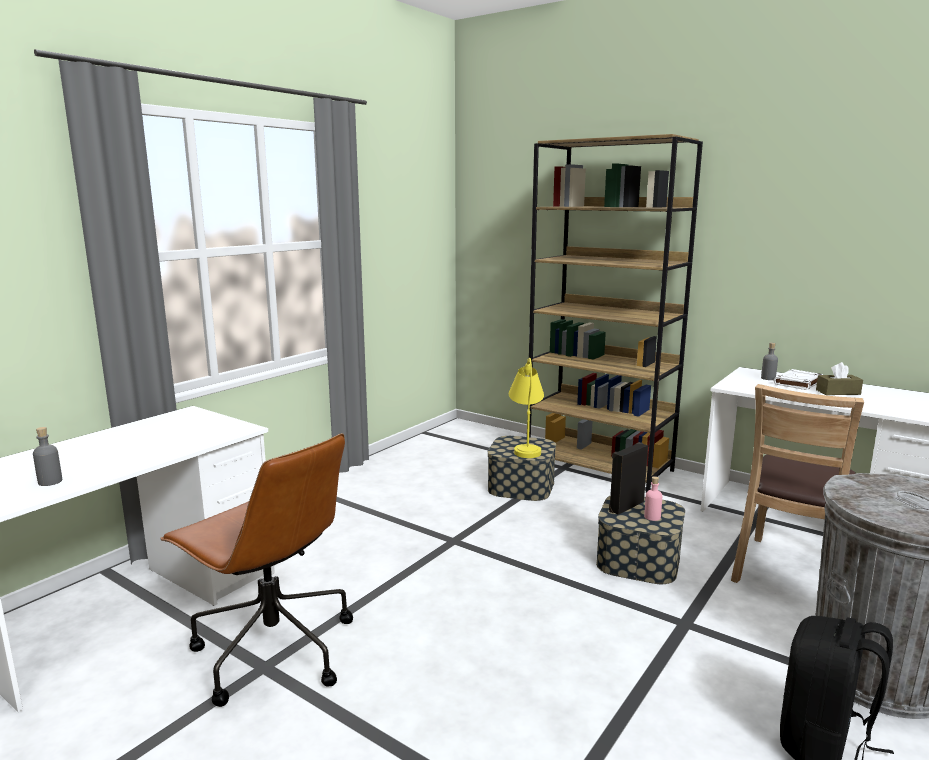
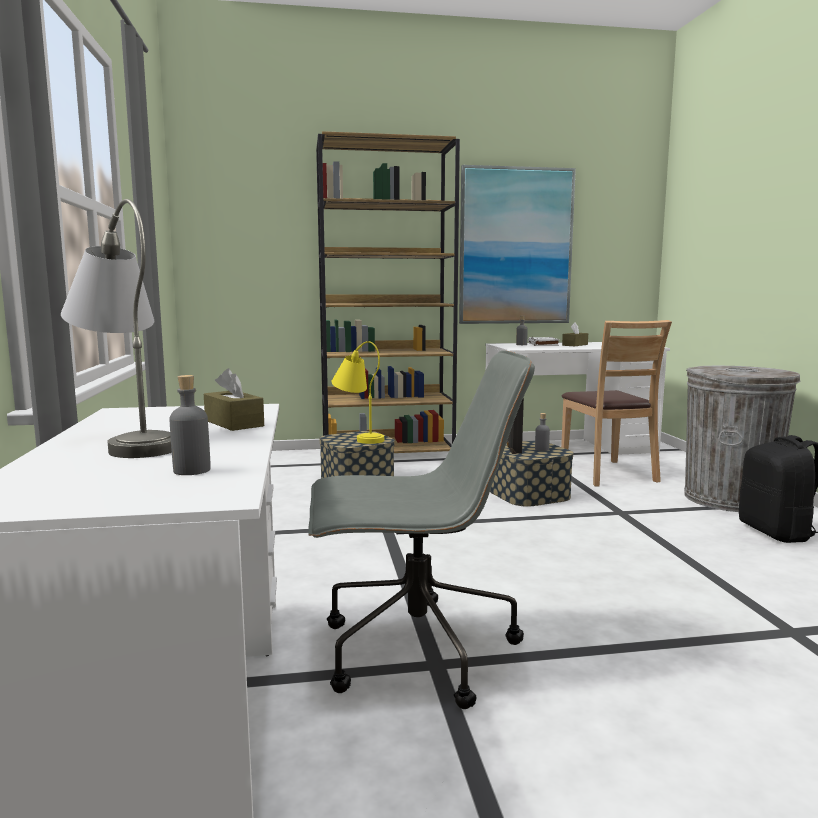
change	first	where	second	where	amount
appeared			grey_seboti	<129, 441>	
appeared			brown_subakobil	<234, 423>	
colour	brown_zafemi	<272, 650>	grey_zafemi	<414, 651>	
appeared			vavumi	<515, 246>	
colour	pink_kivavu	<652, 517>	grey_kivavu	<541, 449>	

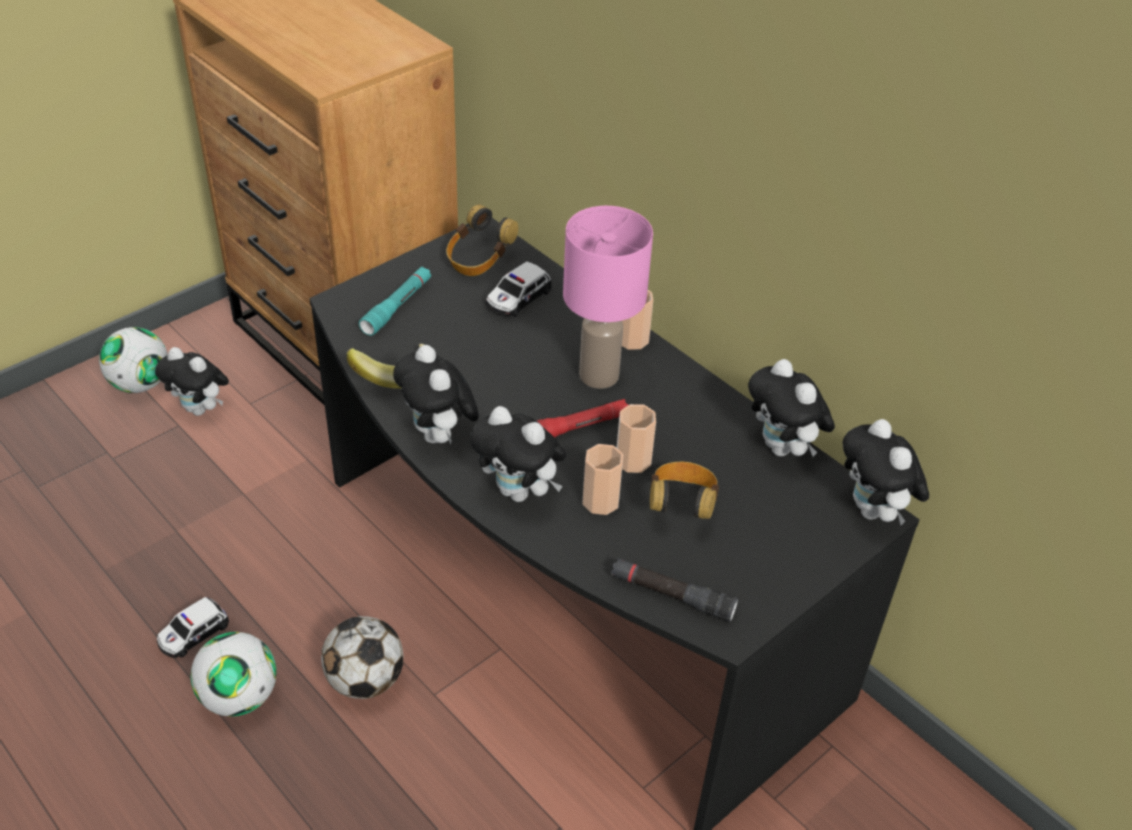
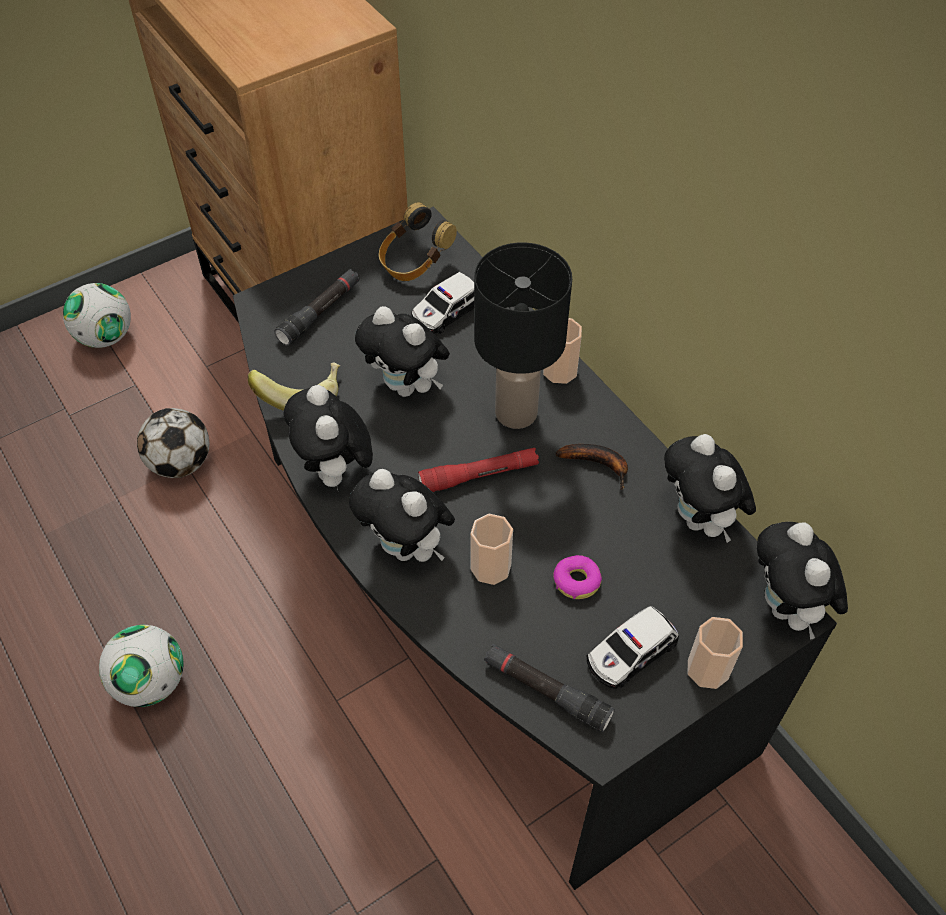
change	first	where	second	where	amount
relocated	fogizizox	<365, 680>		<181, 463>	
colour	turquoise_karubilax	<397, 307>	black_karubilax	<320, 312>	
relocated	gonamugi	<200, 409>		<407, 387>	
colour	pink_seboti	<597, 375>	black_seboti	<514, 412>	
exchanged	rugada	<681, 505>	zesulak	<576, 581>	
appeared			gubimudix	<599, 464>	
relocated	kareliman	<193, 633>		<630, 652>	
relocated	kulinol	<633, 460>		<708, 669>	

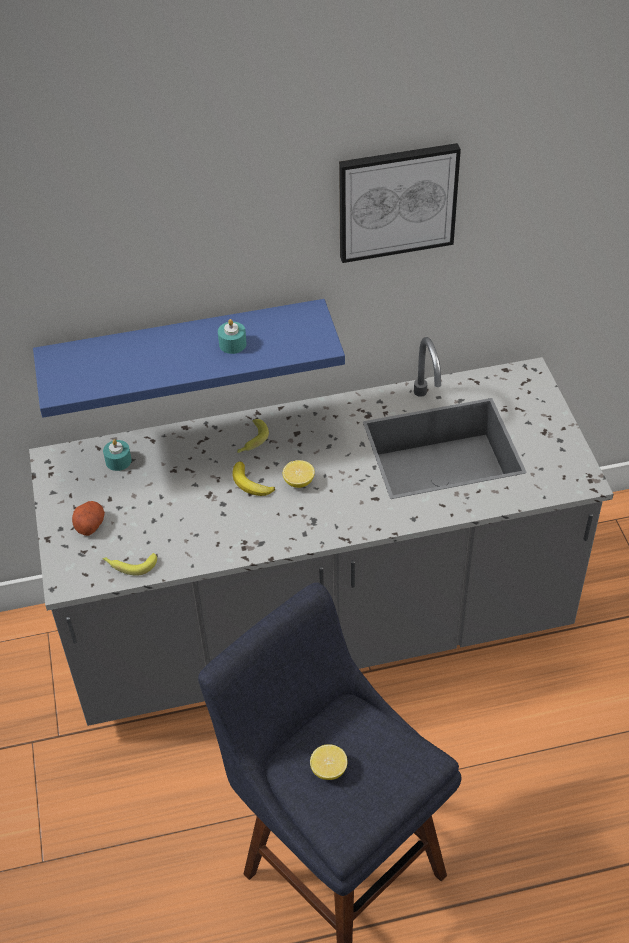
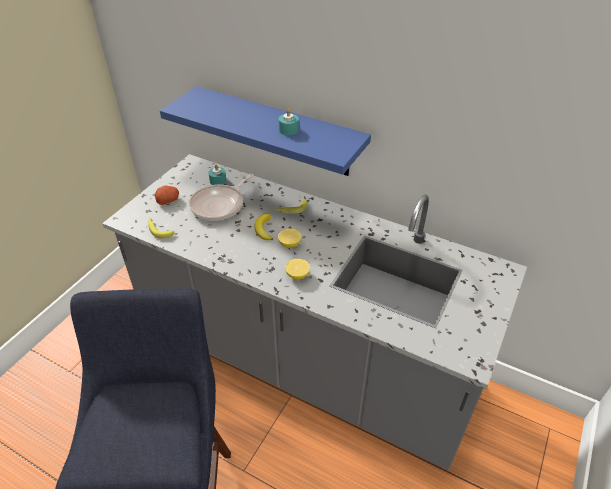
change	first	where	second	where	amount
appeared			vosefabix	<219, 205>	
relocated	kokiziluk	<329, 769>		<297, 275>	
missing	vavumi	<397, 201>			

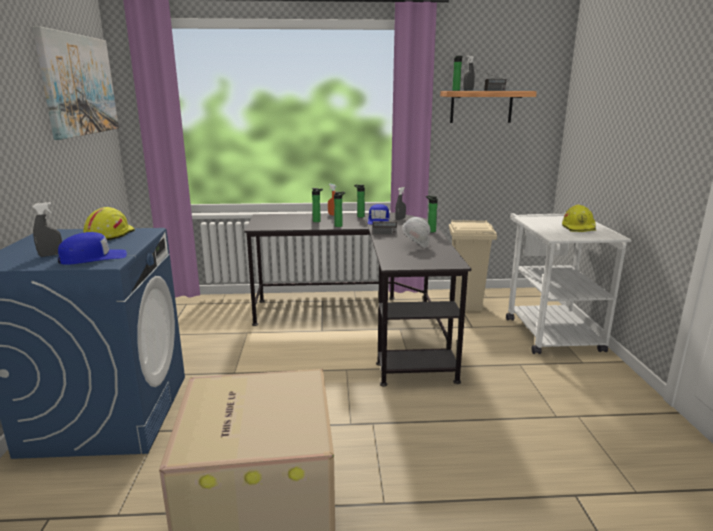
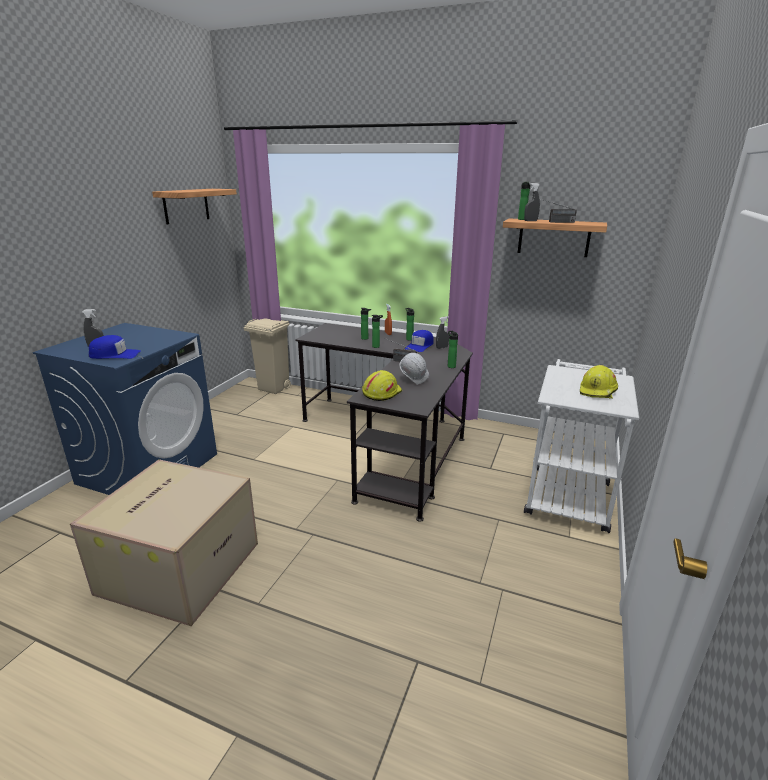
change	first	where	second	where	amount
exchanged	vavumi	<79, 85>	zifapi	<186, 205>	
relocated	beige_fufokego	<466, 306>		<274, 388>	
relocated	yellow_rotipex	<109, 234>		<381, 393>	

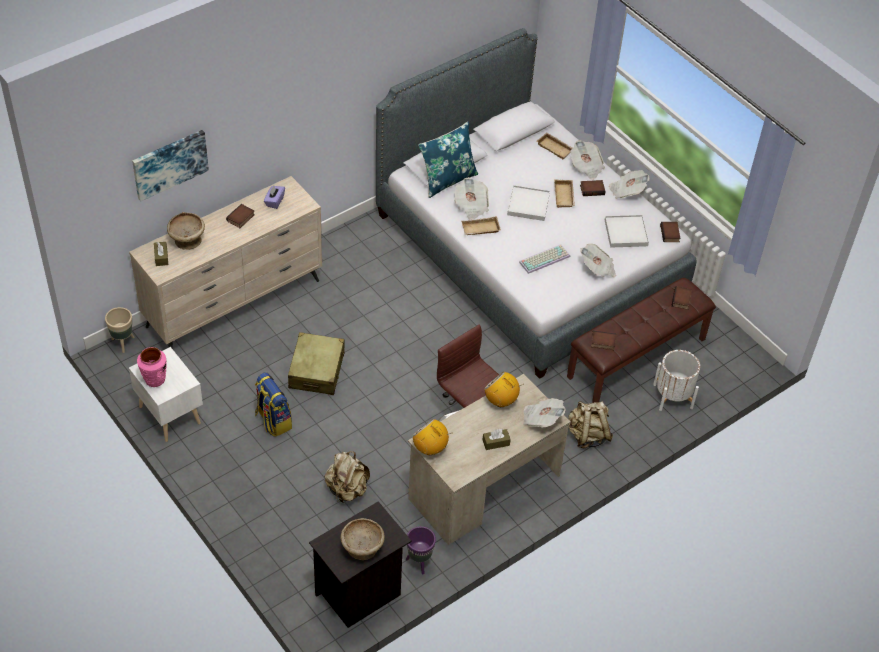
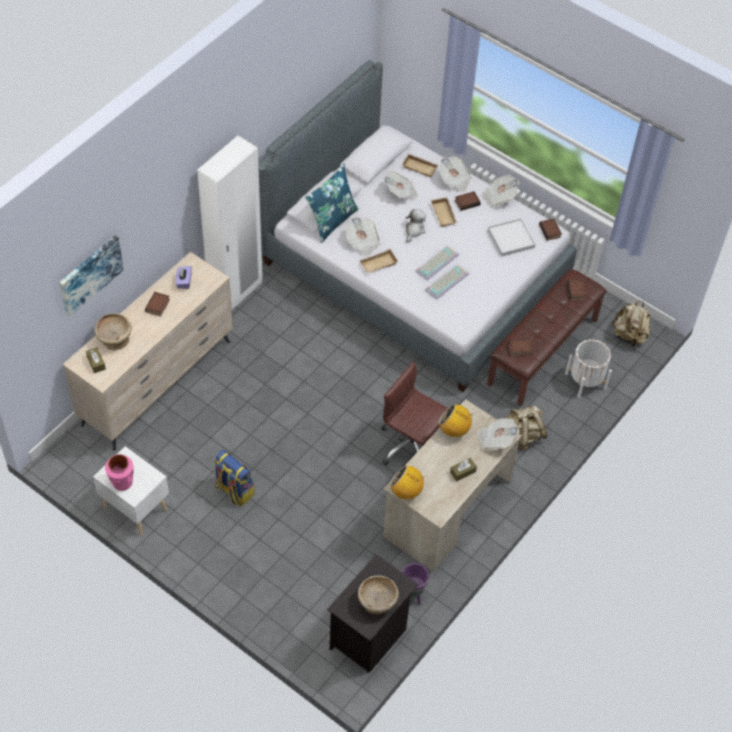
change	first	where	second	where	amount
appeared			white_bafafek	<236, 294>	
relocated	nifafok	<597, 268>		<400, 192>	
exchanged	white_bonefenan	<528, 205>	gonamugi	<414, 230>	
appeared			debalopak	<436, 262>	
relocated	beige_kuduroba	<347, 490>		<629, 336>	
missing	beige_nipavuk	<122, 343>			
missing	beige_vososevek	<317, 370>			

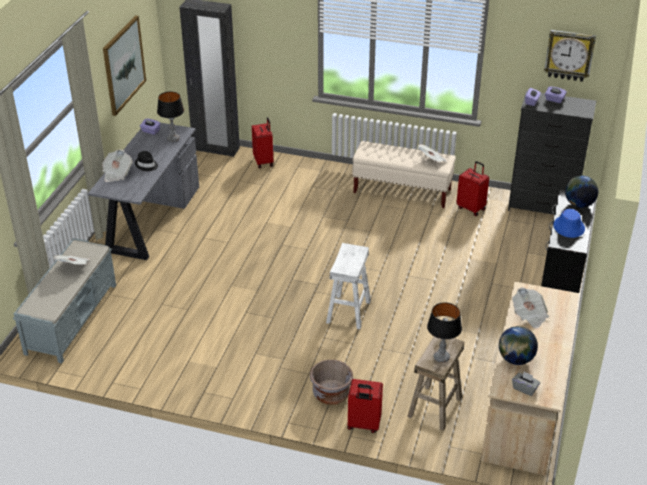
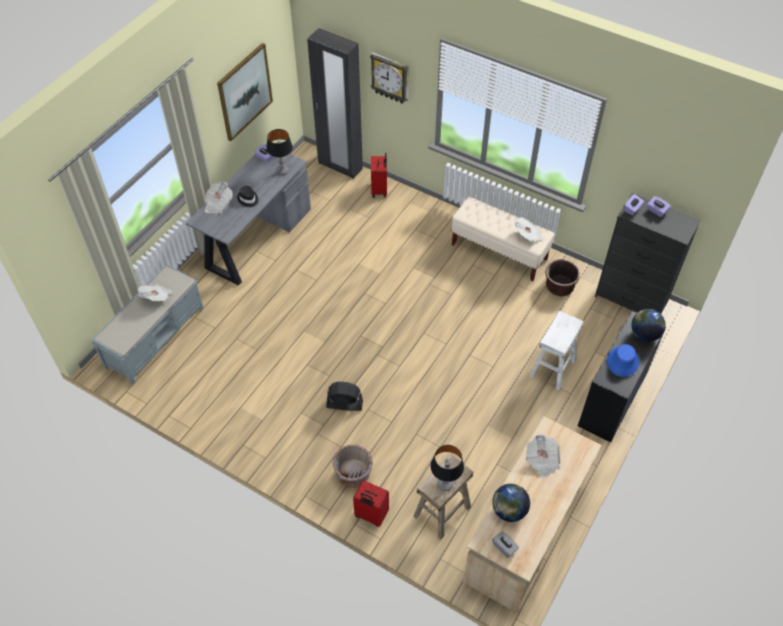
change	first	where	second	where	amount
appeared			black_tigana	<344, 404>	
relocated	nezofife	<569, 55>		<390, 78>	
relocated	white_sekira	<348, 311>		<552, 368>	
exchanged	red_vososevek	<471, 208>	brown_nipavuk	<559, 286>	

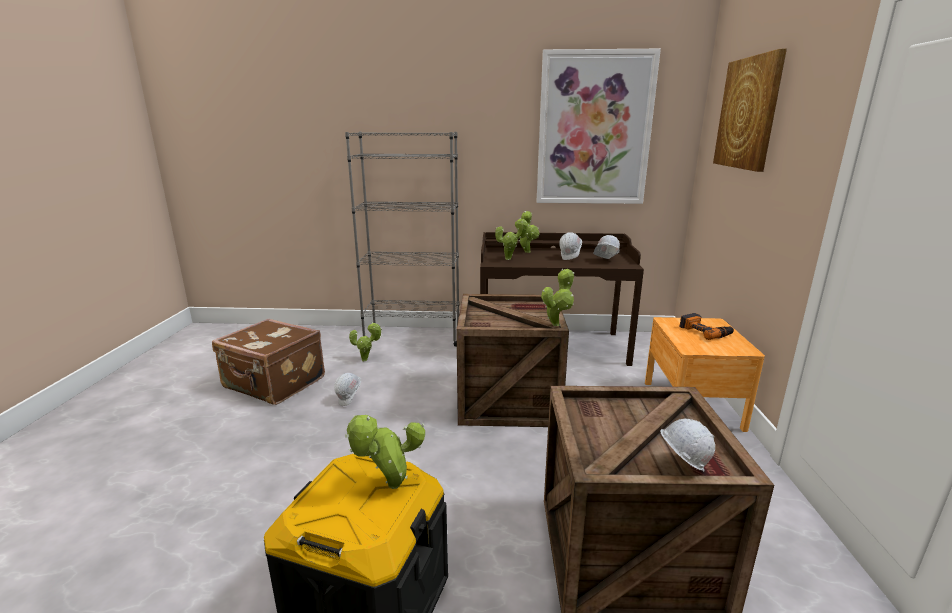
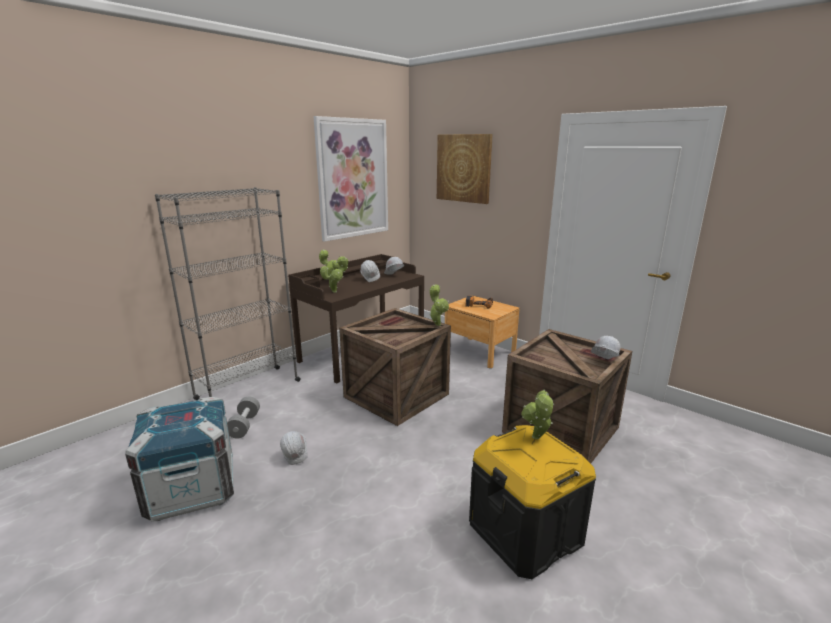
change	first	where	second	where	amount
exchanged	brown_vososevek	<274, 384>	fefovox	<192, 489>	
exchanged	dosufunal	<366, 360>	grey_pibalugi	<244, 425>	

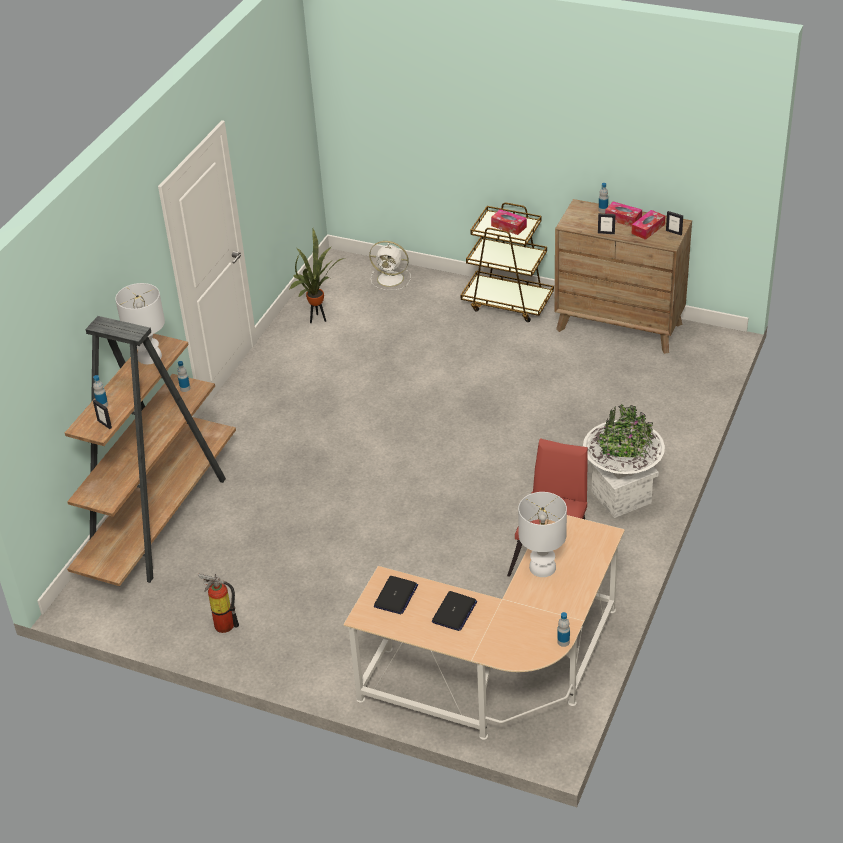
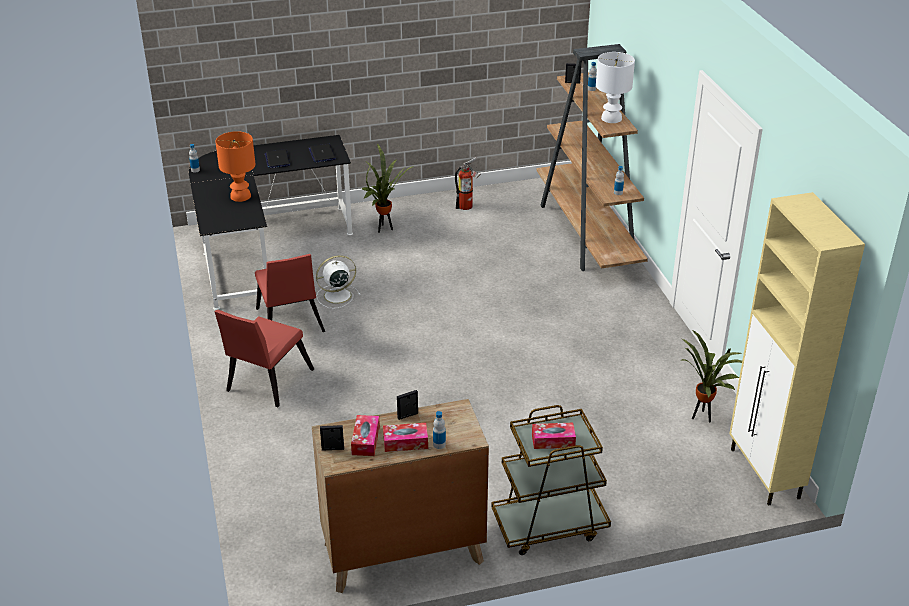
change	first	where	second	where	amount
colour	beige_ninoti	<502, 676>	black_ninoti	<263, 249>	
exchanged	white_nipavuk	<621, 497>	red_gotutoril	<266, 383>	
colour	white_seboti	<542, 568>	orange_seboti	<240, 196>	
relocated	white_tigana	<391, 279>		<336, 296>	
appeared			dosufunal	<384, 228>	
appeared			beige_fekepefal	<765, 474>	

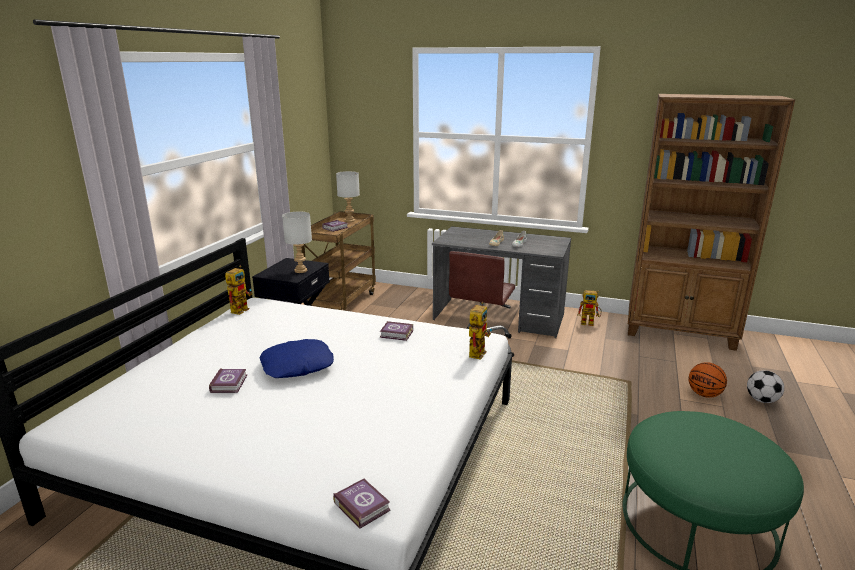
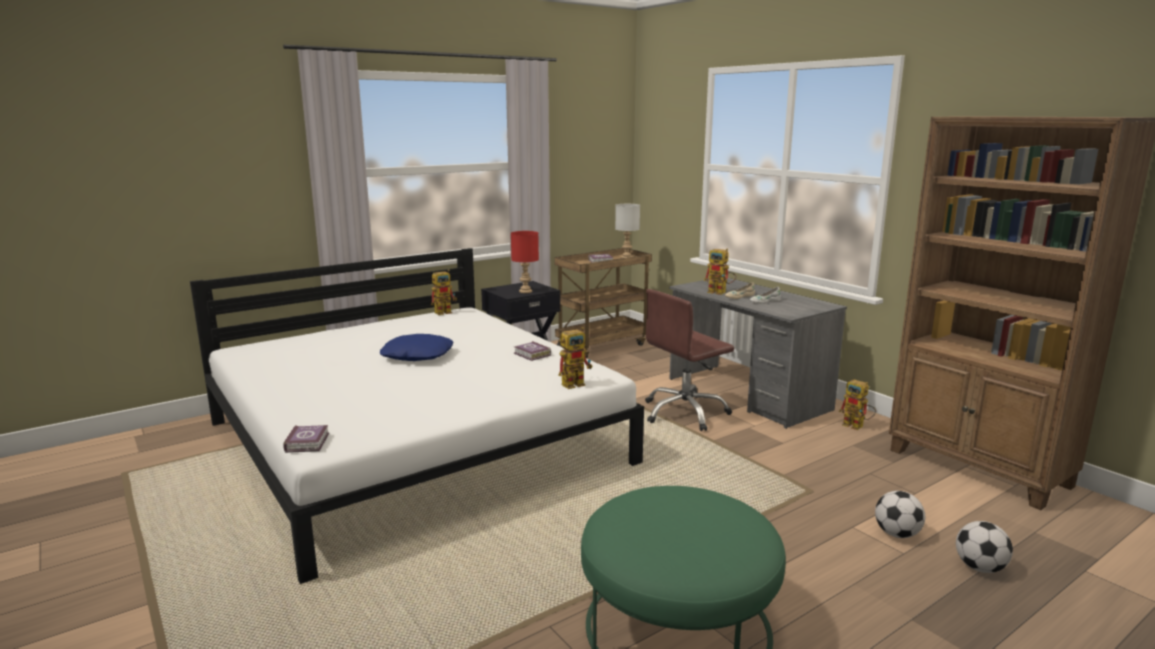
change	first	where	second	where	amount
colour	grey_seboti	<300, 270>	red_seboti	<525, 291>	
appeared			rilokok	<720, 292>	
exchanged	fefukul	<704, 394>	fogizizox	<896, 534>	
missing	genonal	<230, 383>			

